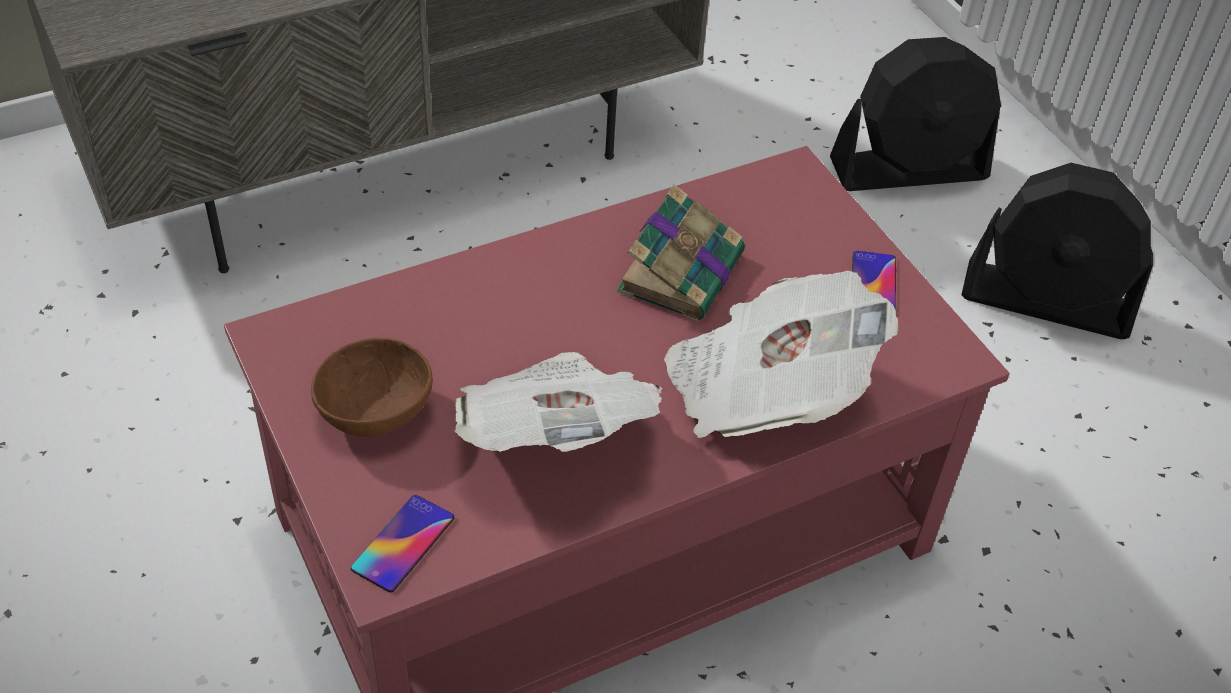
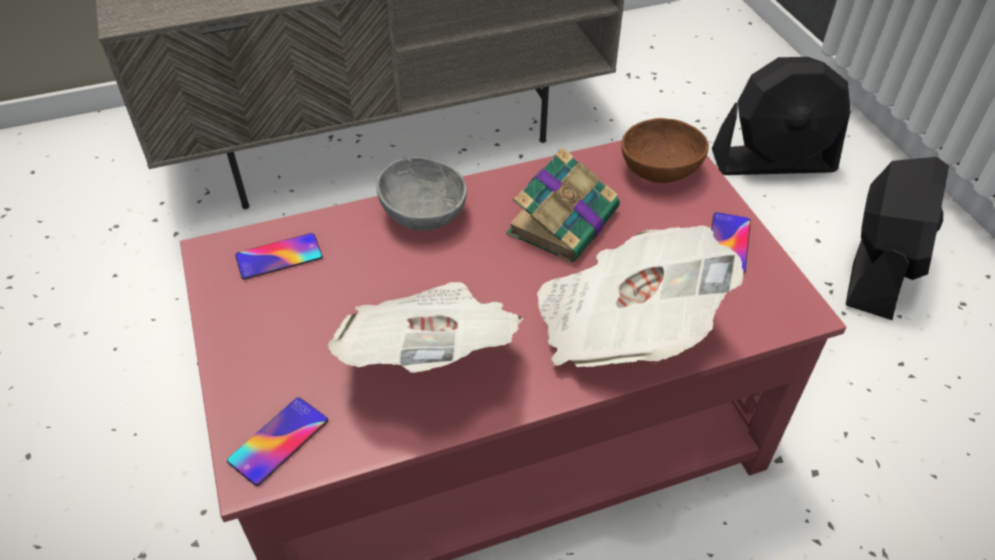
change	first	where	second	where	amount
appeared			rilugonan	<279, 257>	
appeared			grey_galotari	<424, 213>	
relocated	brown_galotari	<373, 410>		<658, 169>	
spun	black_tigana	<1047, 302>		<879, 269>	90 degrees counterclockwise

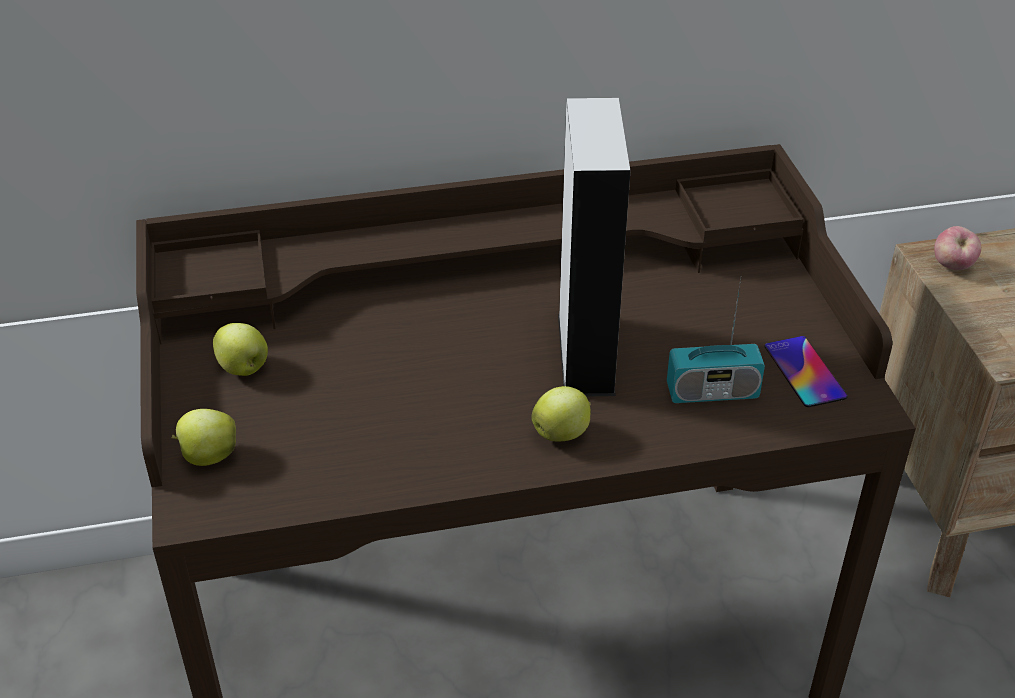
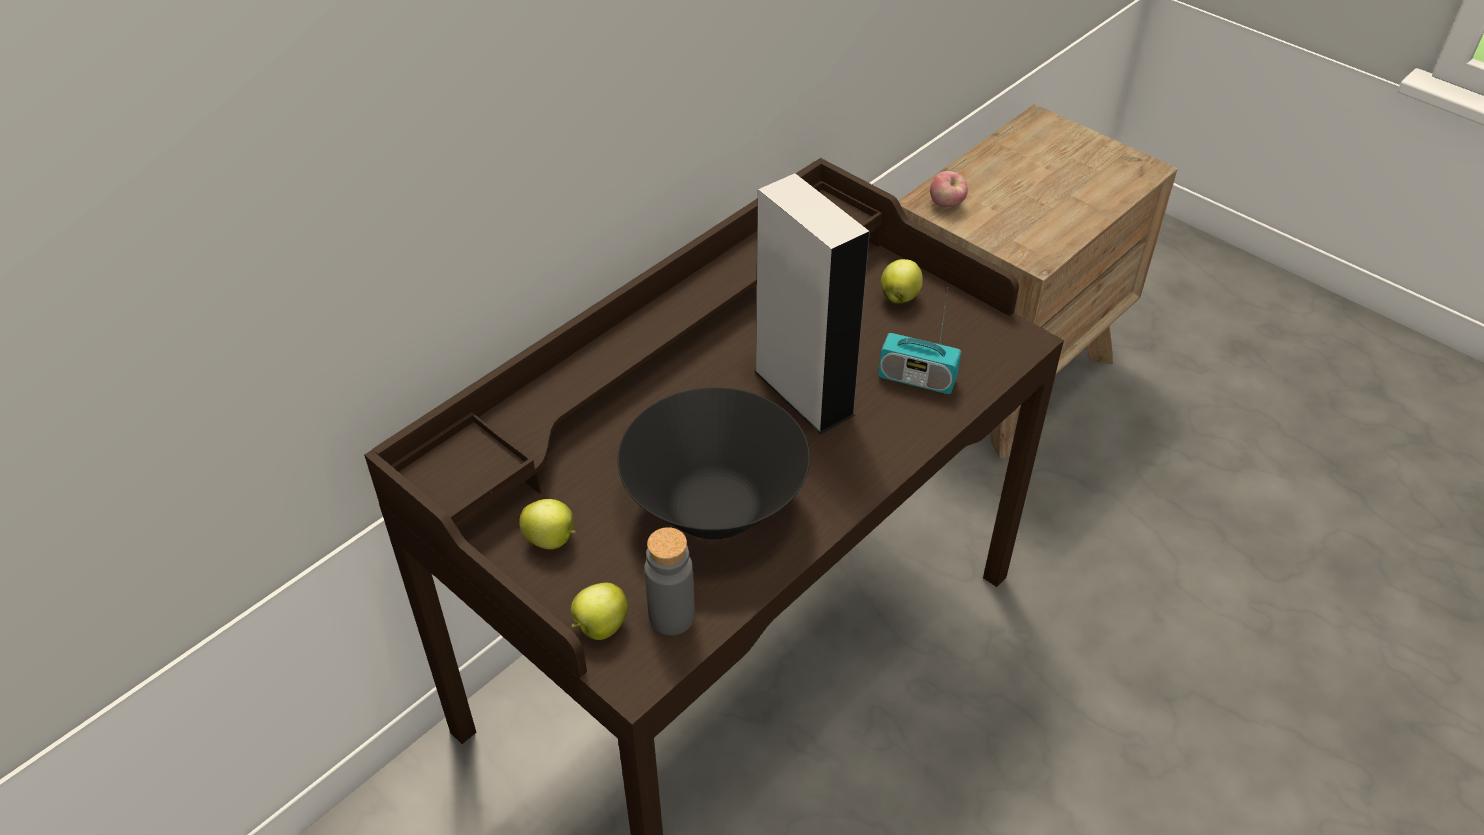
change	first	where	second	where	amount
appeared			black_galotari	<714, 507>	
appeared			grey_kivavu	<671, 616>	
spun	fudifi	<712, 392>		<917, 378>	60 degrees clockwise
relocated	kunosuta	<562, 433>		<899, 297>	
missing	rilugonan	<804, 372>			

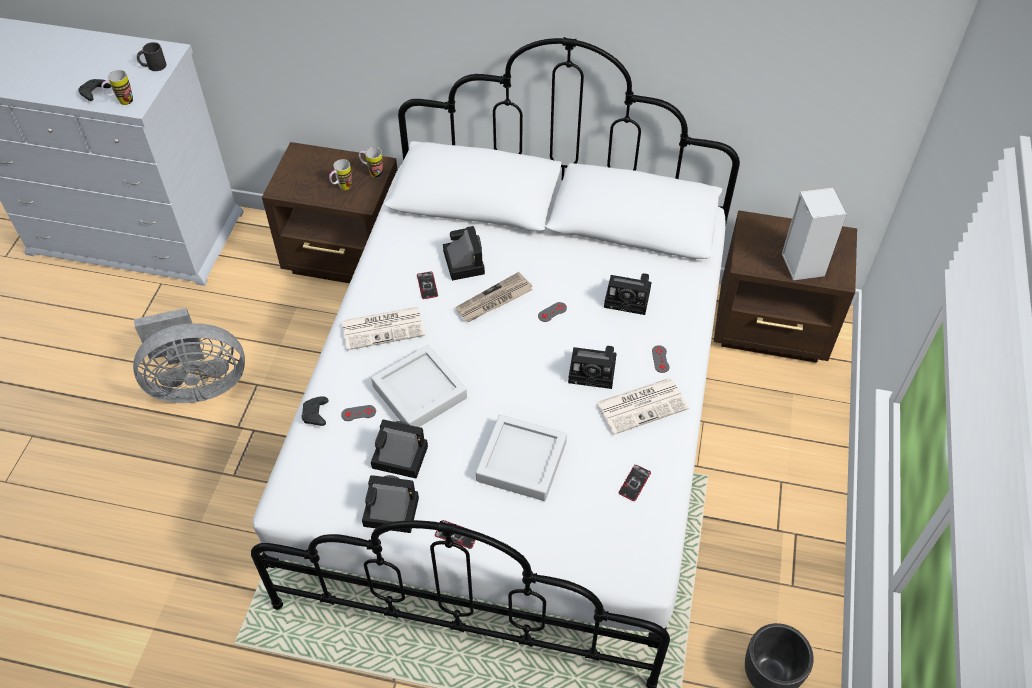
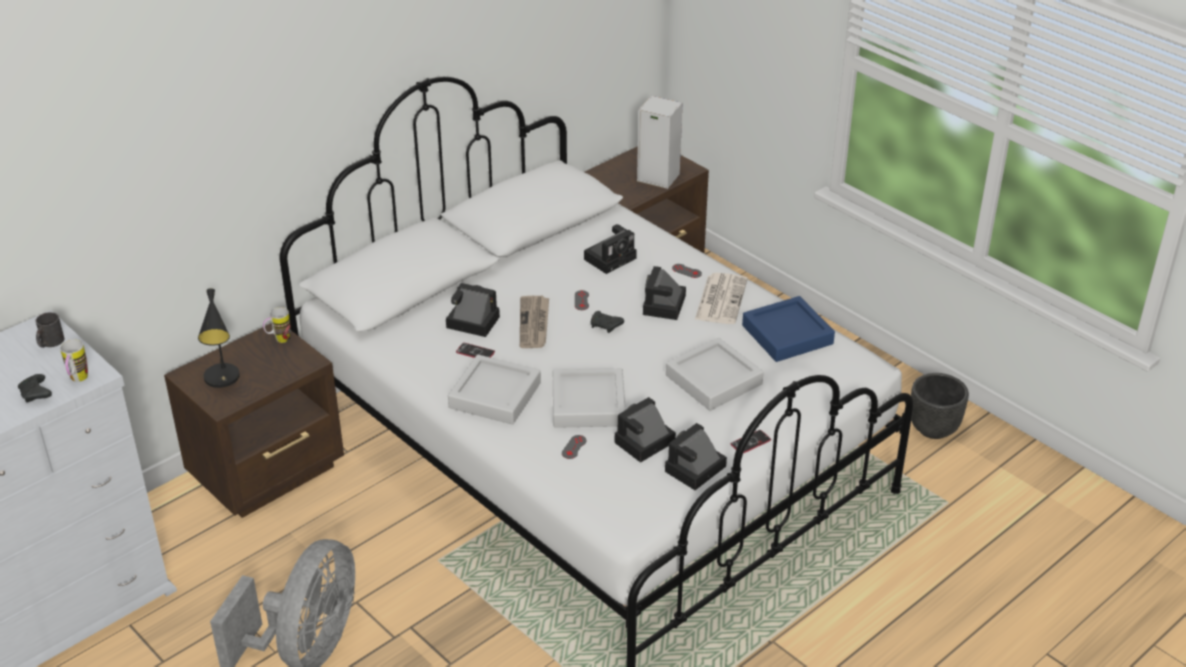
change	first	where	second	where	amount
appeared			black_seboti	<223, 380>	
exchanged	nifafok	<384, 328>	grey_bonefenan	<495, 395>	
relocated	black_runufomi	<316, 415>		<606, 326>	
spun	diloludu	<594, 371>		<664, 306>	150 degrees clockwise
exchanged	rilugonan	<634, 483>	blue_bonefenan	<787, 335>	
missing	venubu	<342, 188>			

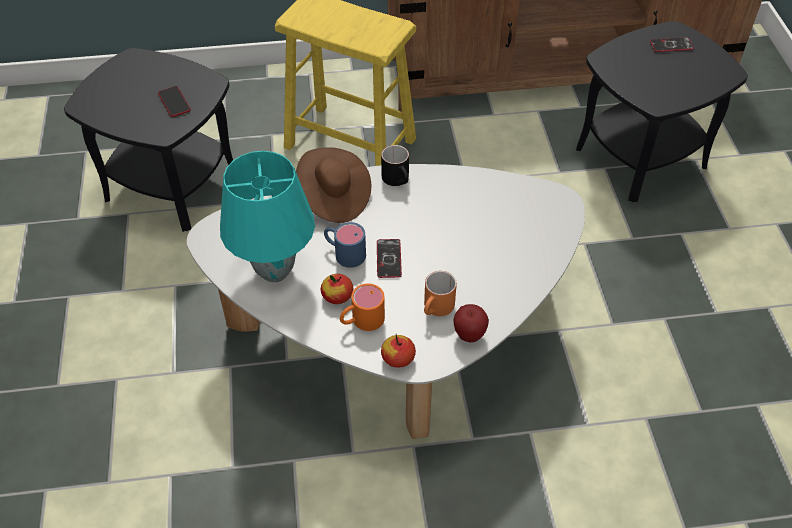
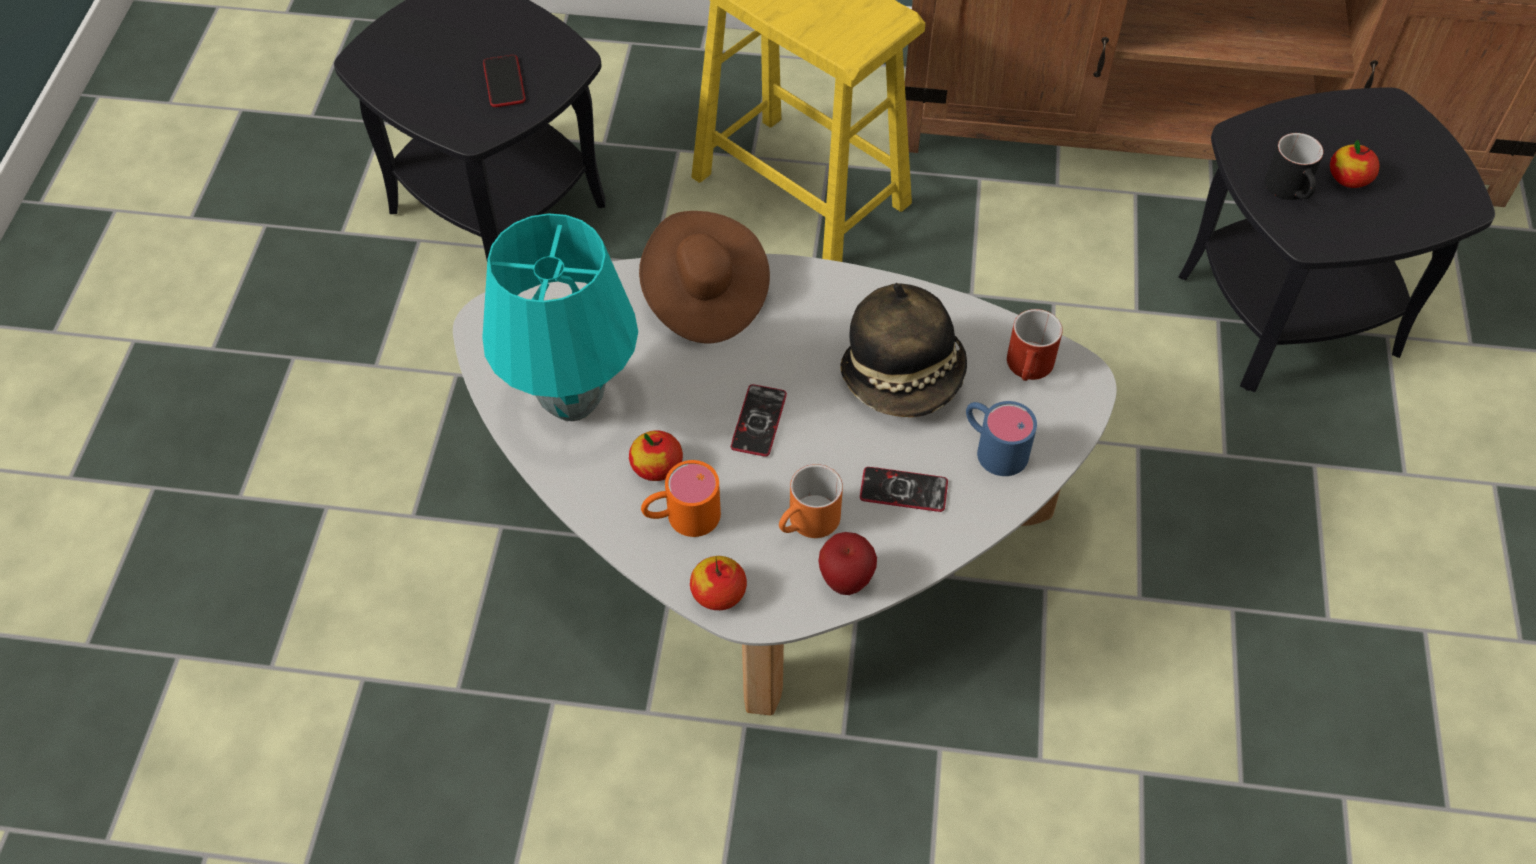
change	first	where	second	where	amount
appeared			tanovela	<904, 376>	
relocated	rilugonan	<671, 45>		<903, 490>	
relocated	blue_venubu	<344, 253>		<993, 447>	
appeared			red_venubu	<1029, 369>	
relocated	black_venubu	<398, 180>		<1291, 190>	
appeared			kunosuta	<1349, 178>	

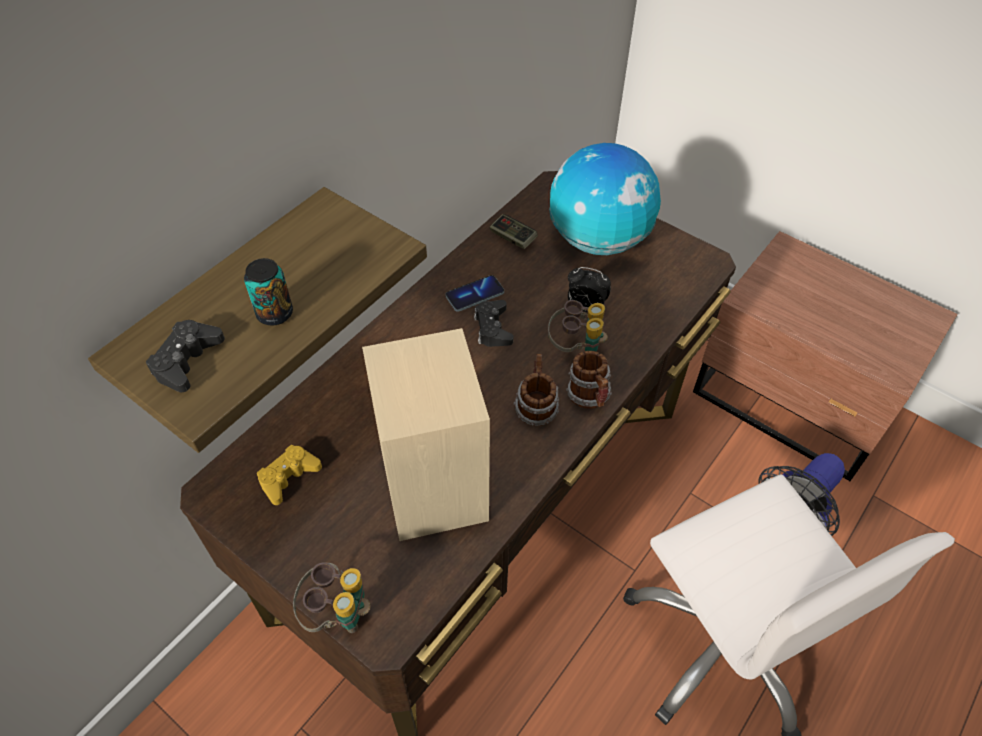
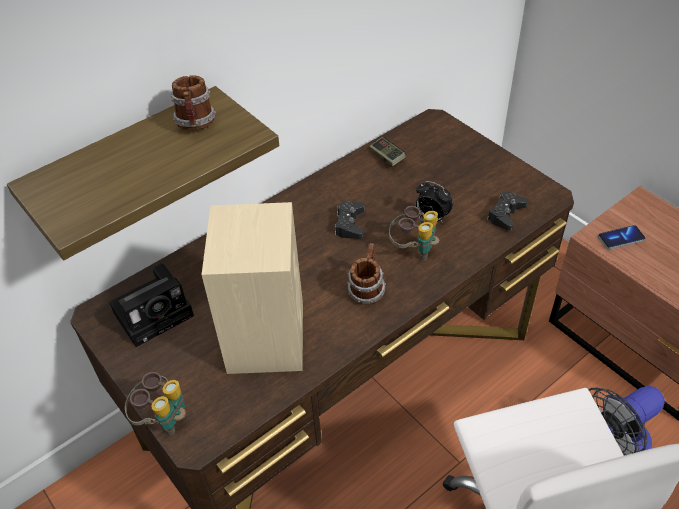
change	first	where	second	where	amount
exchanged	yellow_runufomi	<288, 477>	diloludu	<156, 312>	
relocated	venubu	<589, 397>		<196, 124>	
relocated	black_runufomi	<187, 360>		<506, 214>	
relocated	rilugonan	<475, 294>		<621, 238>	
missing	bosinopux	<275, 313>			
missing	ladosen	<598, 240>			

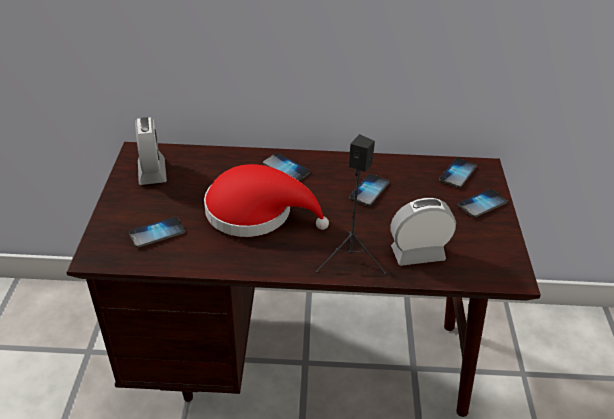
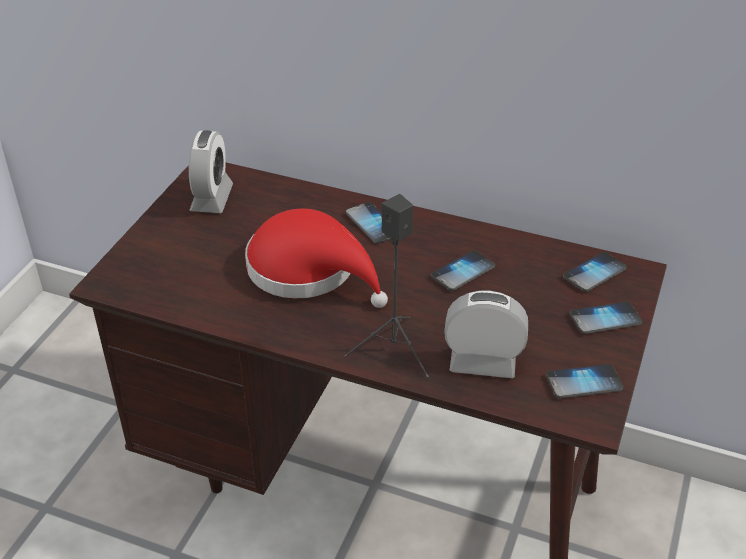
change	first	where	second	where	amount
relocated	rilugonan	<157, 233>		<584, 383>	

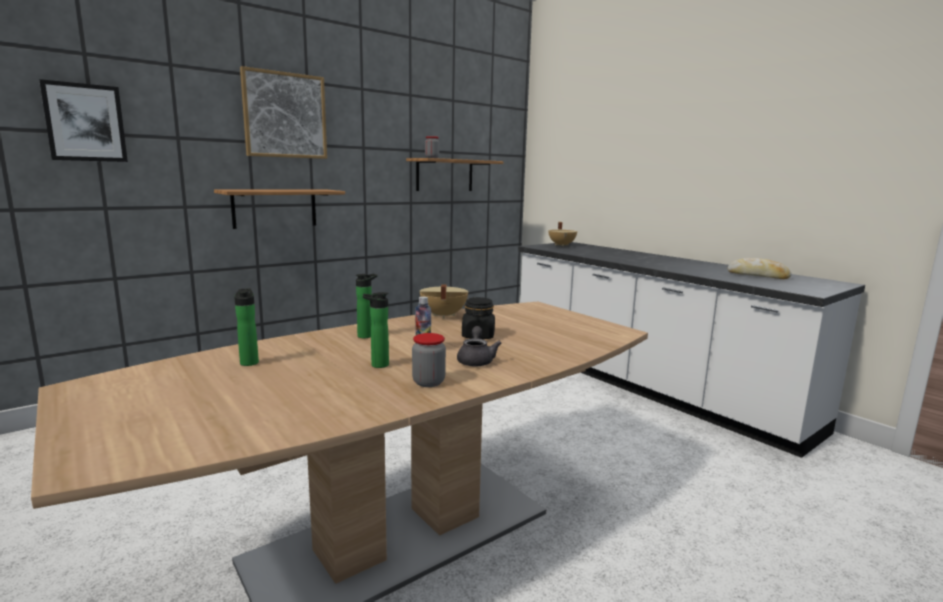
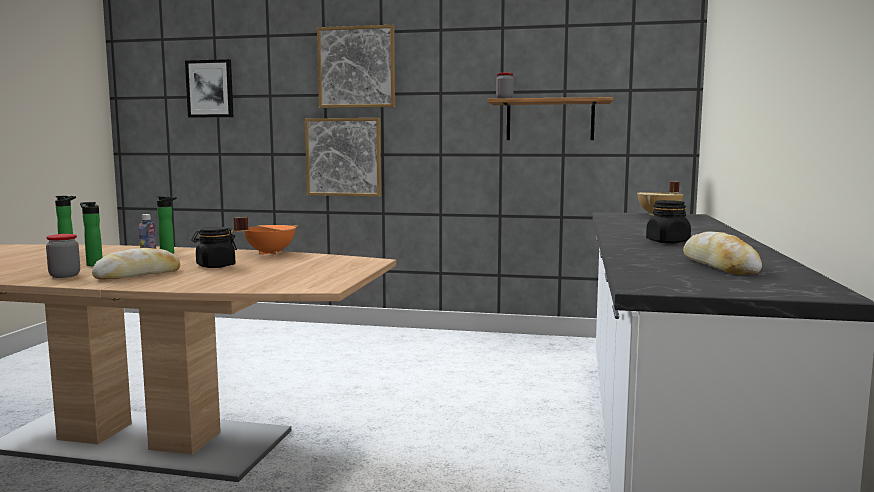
change	first	where	second	where	amount
exchanged	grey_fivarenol	<476, 360>	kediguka	<138, 274>	
colour	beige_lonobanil	<442, 315>	orange_lonobanil	<269, 253>	
exchanged	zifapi	<275, 208>	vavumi	<343, 157>	
appeared			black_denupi	<668, 242>	

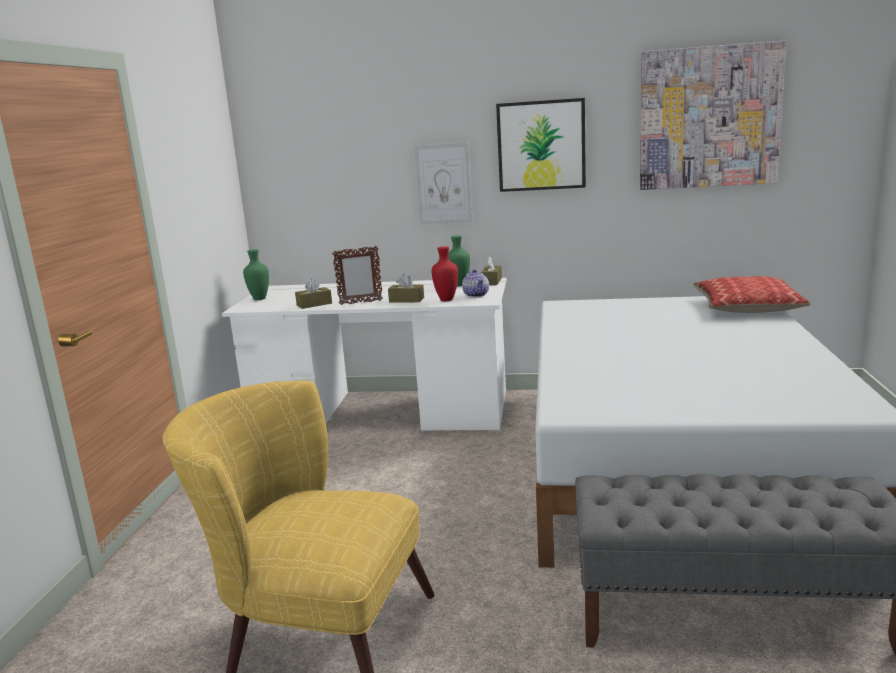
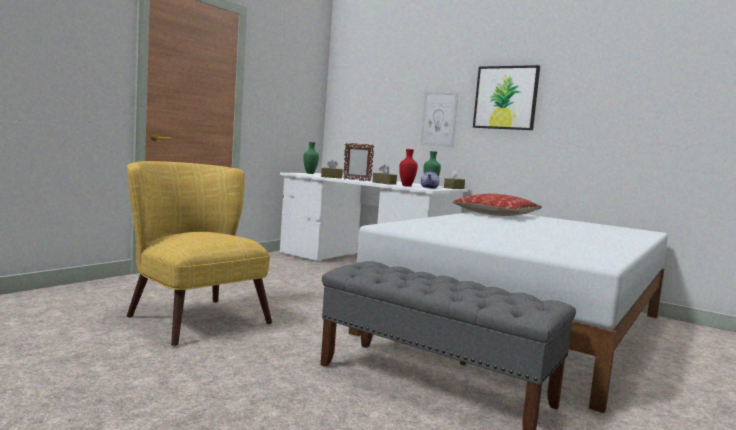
change	first	where	second	where	amount
relocated	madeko	<747, 307>		<496, 214>	
missing	vavumi	<709, 117>			

